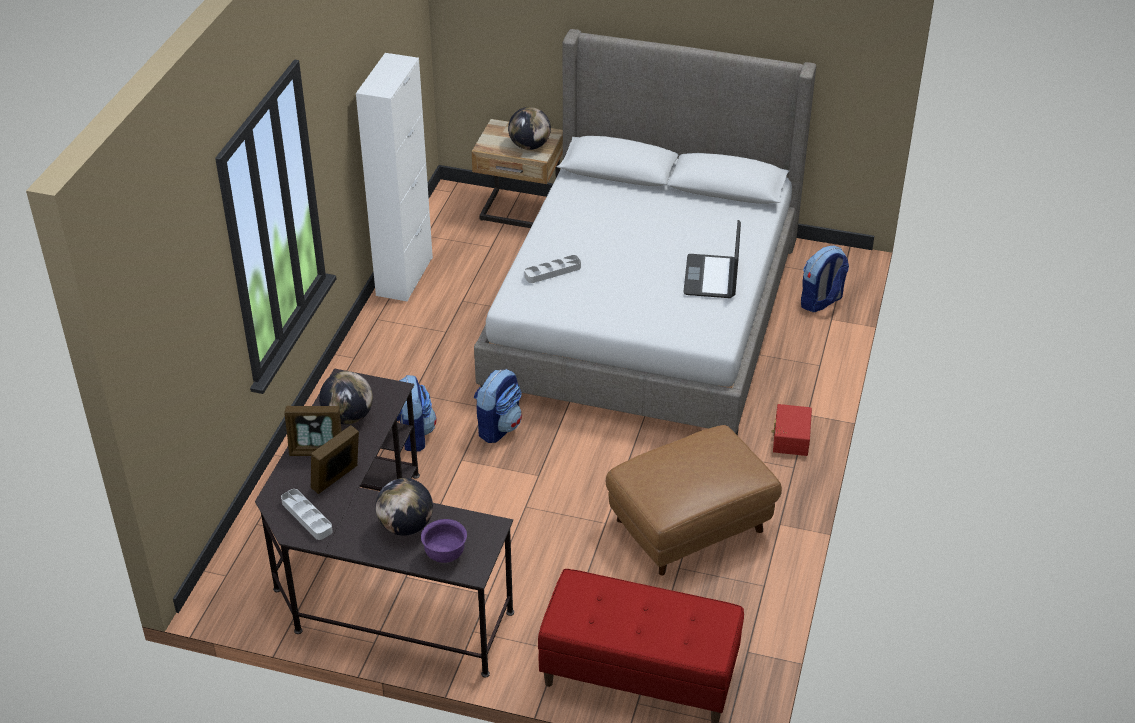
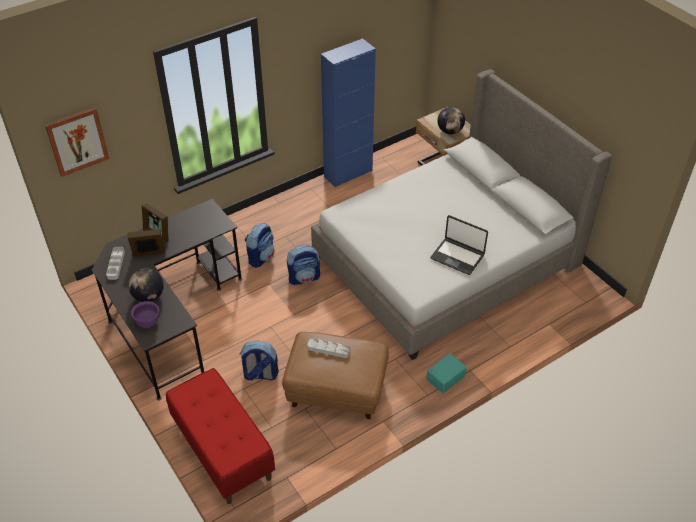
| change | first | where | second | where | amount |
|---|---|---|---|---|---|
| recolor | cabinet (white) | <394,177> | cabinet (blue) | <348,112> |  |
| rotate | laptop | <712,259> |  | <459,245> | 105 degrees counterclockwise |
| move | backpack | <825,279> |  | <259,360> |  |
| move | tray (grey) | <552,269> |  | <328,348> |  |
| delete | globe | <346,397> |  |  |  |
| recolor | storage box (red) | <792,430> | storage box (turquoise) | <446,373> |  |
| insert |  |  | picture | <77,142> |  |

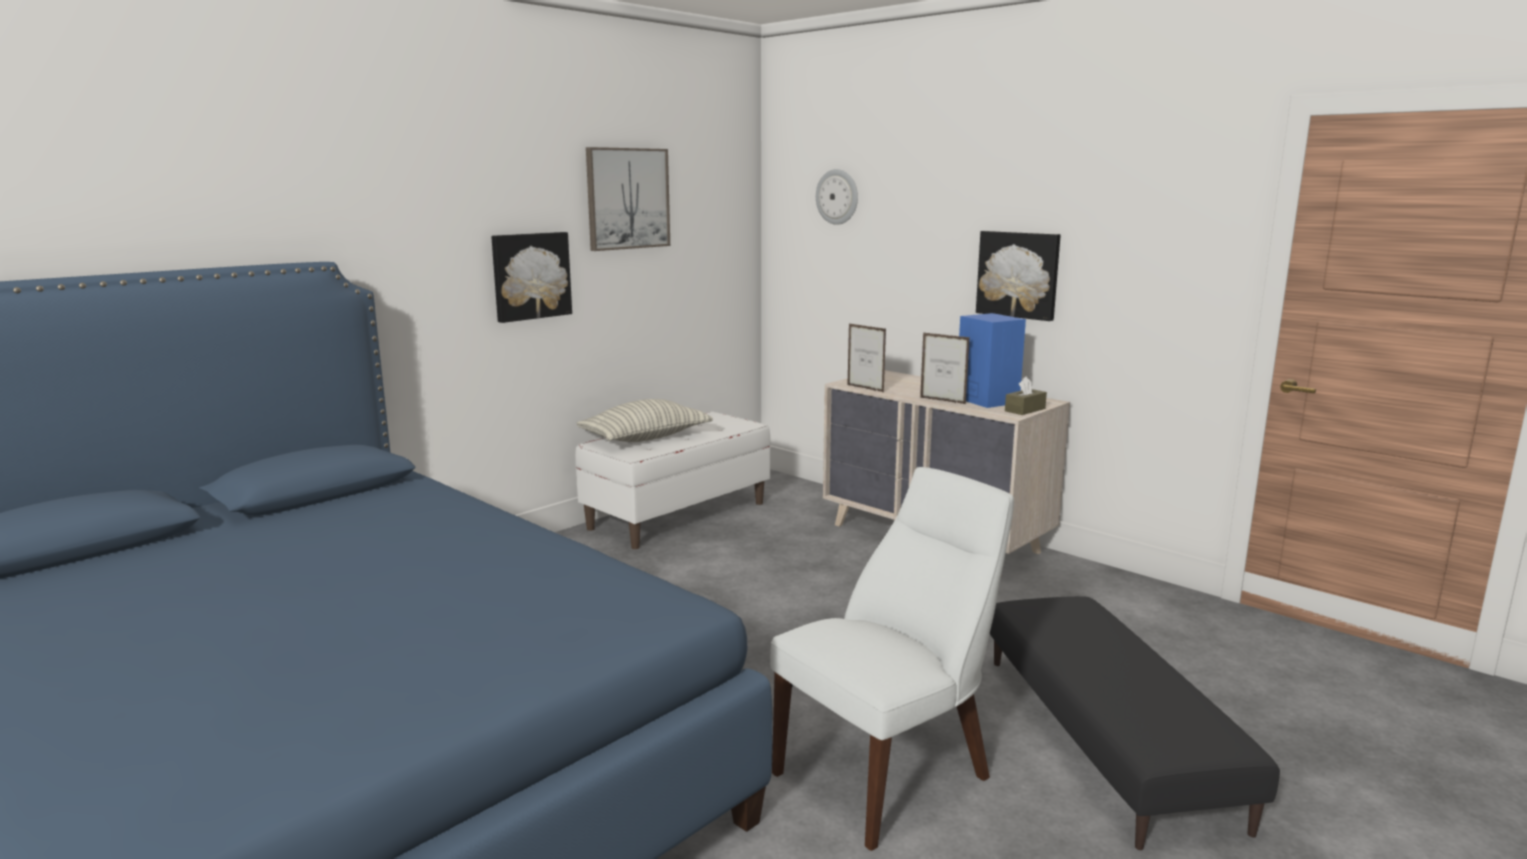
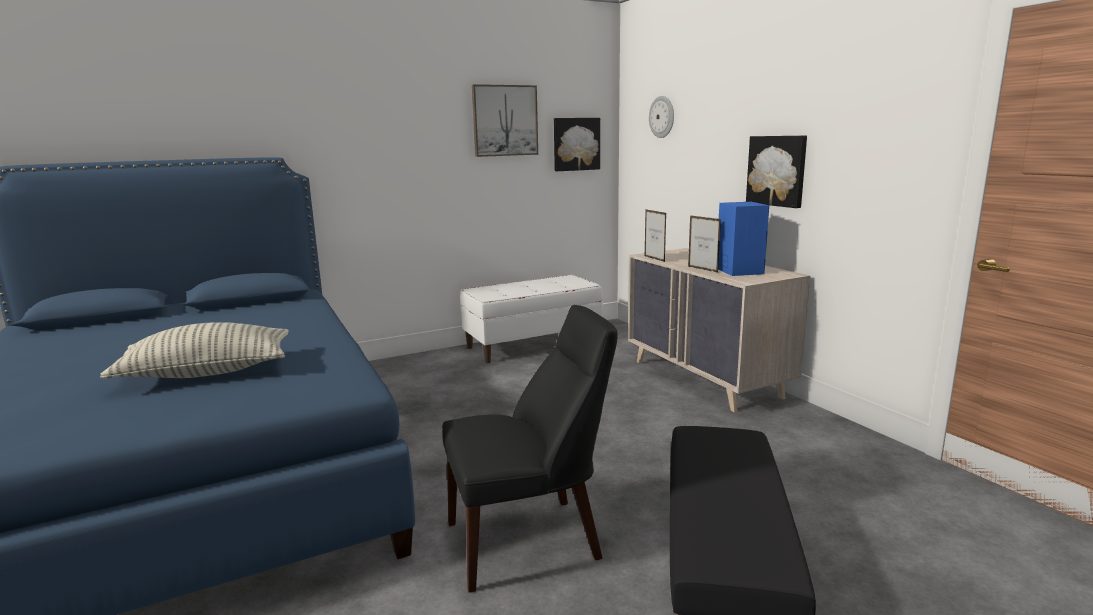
| change | first | where | second | where | amount |
|---|---|---|---|---|---|
| move | picture | <531,277> |  | <577,144> |  |
| delete | tissue box (brown) | <1026,395> |  |  |  |
| move | pillow | <644,420> |  | <194,350> |  |
| recolor | chair (white) | <892,659> | chair (black) | <530,449> |  |

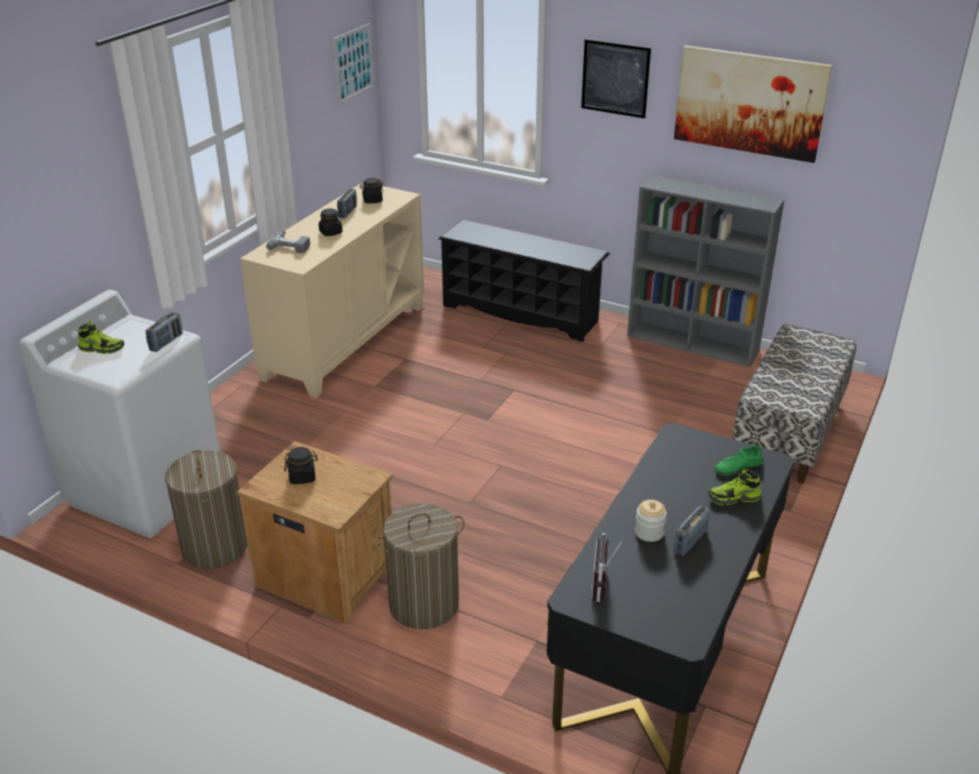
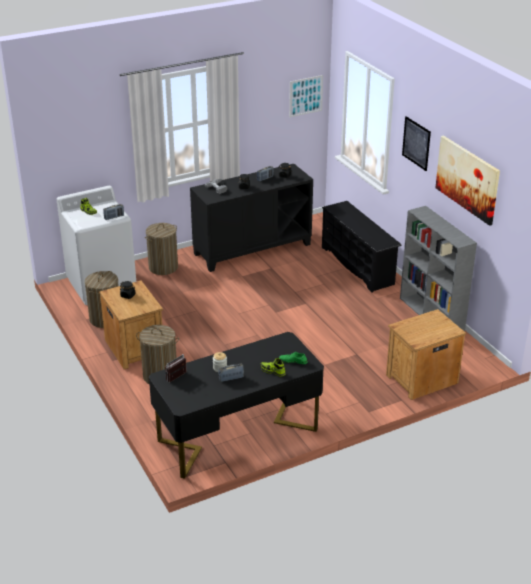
| change | first | where | second | where | amount |
|---|---|---|---|---|---|
| recolor | cabinet (beige) | <332,290> | cabinet (black) | <251,218> |  |
| replace | bench | <794,404> | nightstand (brown) | <426,354> |  |
| insert |  |  | laundry basket | <161,249> |  |

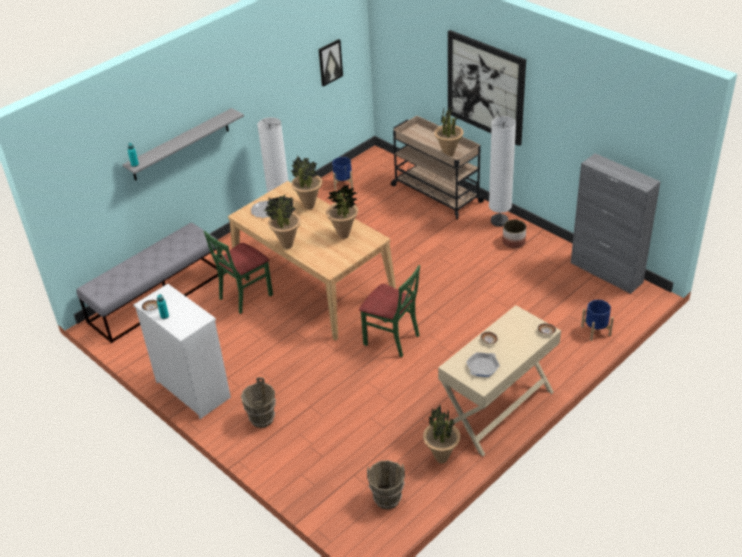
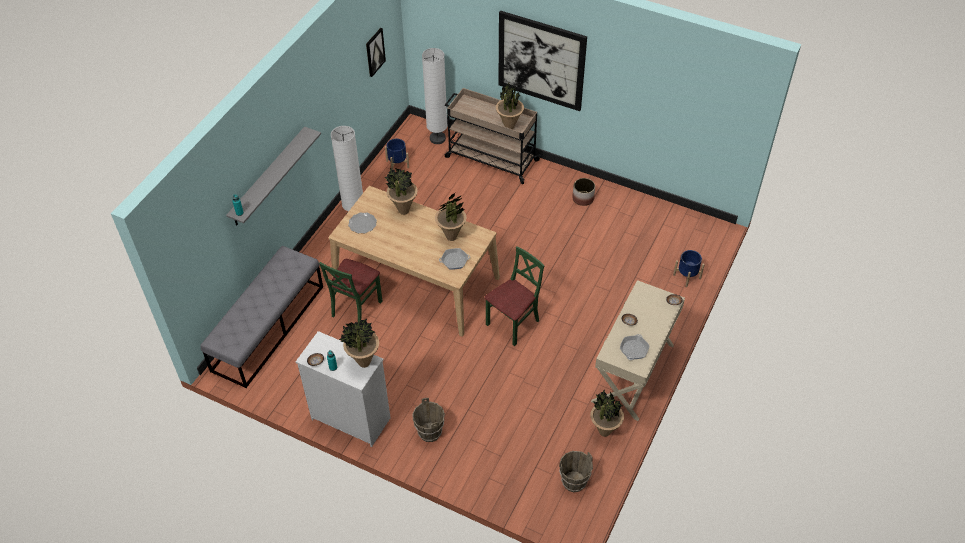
| change | first | where | second | where | amount |
|---|---|---|---|---|---|
| move | floor lamp (white) | <502,171> |  | <435,96> |  |
| delete | cabinet (grey) | <616,223> |  |  |  |
| move | potted plant | <282,222> |  | <359,343> |  |
| rotate | chair (green) | <389,311> |  | <514,296> | 60 degrees counterclockwise |
| insert |  |  | frying pan | <454,259> |  |

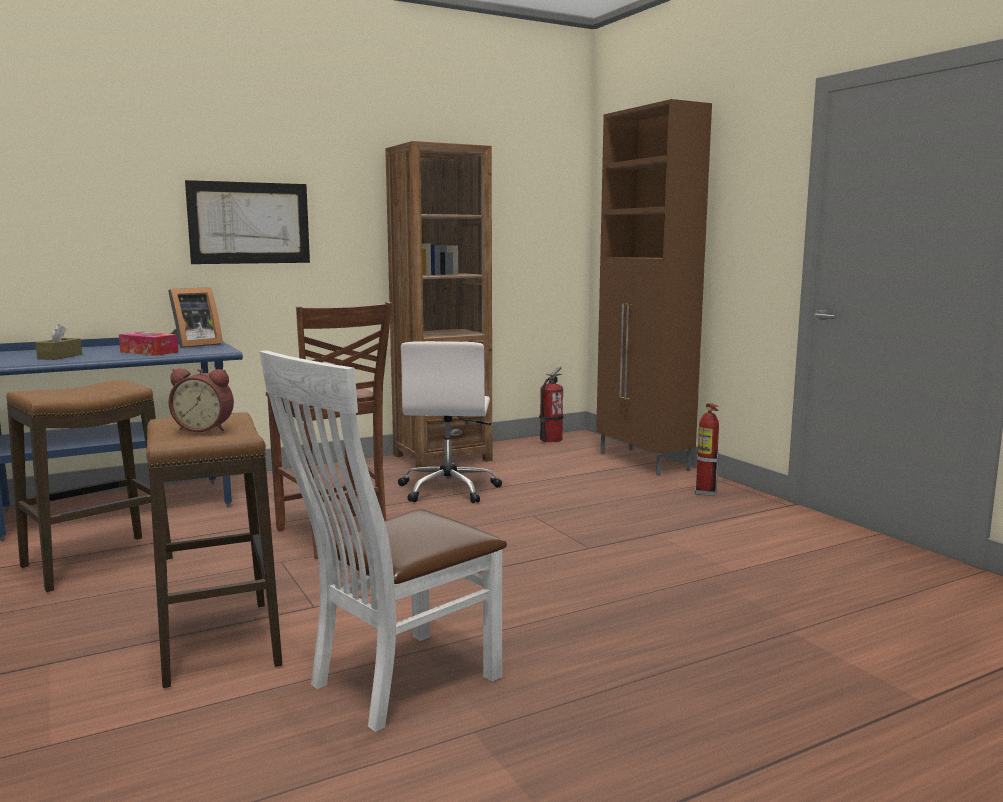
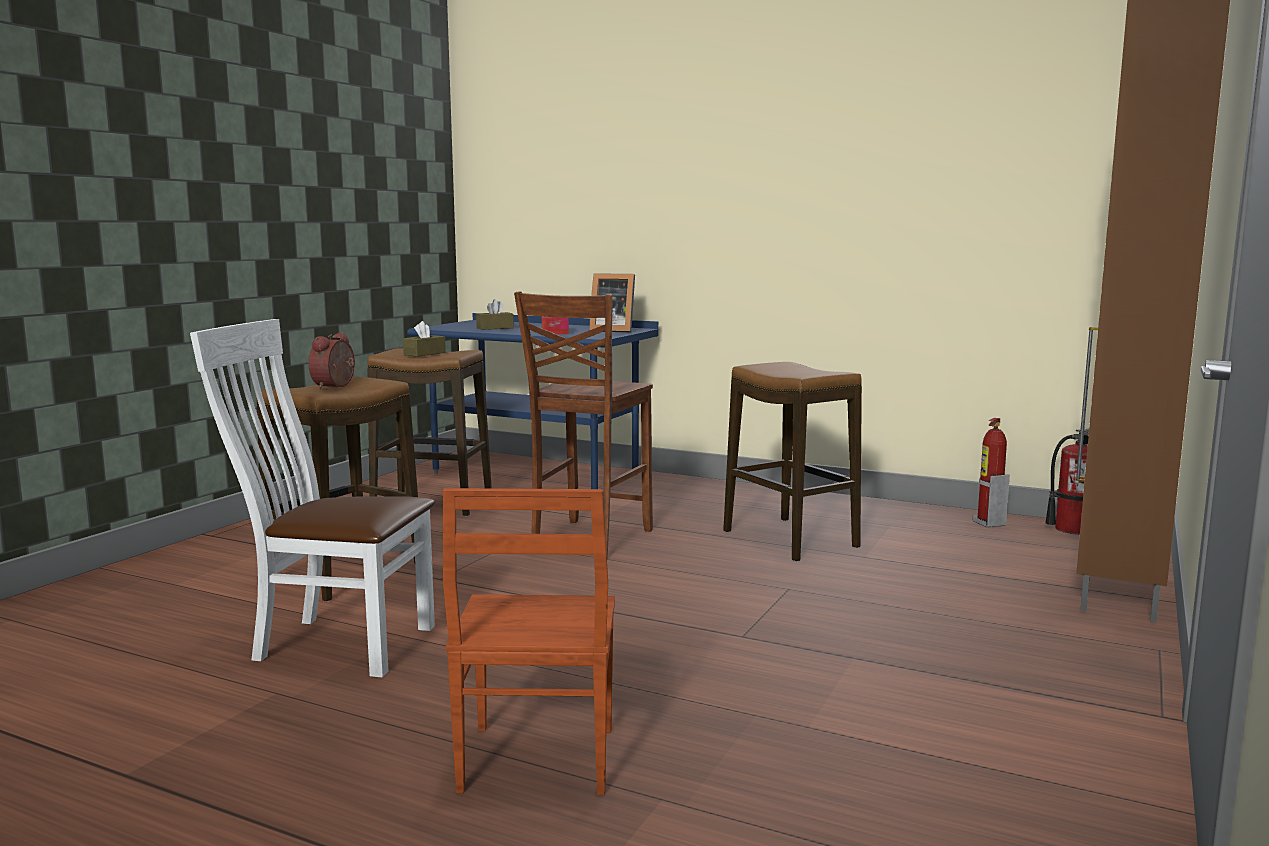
| change | first | where | second | where | amount |
|---|---|---|---|---|---|
| delete | bookcase (brown) | <438,304> |  |  |  |
| delete | picture | <247,222> |  |  |  |
| replace | office chair (white) | <450,422> | stool | <792,462> |  |
| rotate | alarm clock | <201,400> |  | <331,360> | 45 degrees clockwise |
| move | fire extinguisher | <706,449> |  | <991,473> |  |
| insert |  |  | tissue box (brown) | <424,339> |  |
| insert |  |  | chair (brown) | <529,641> |  |

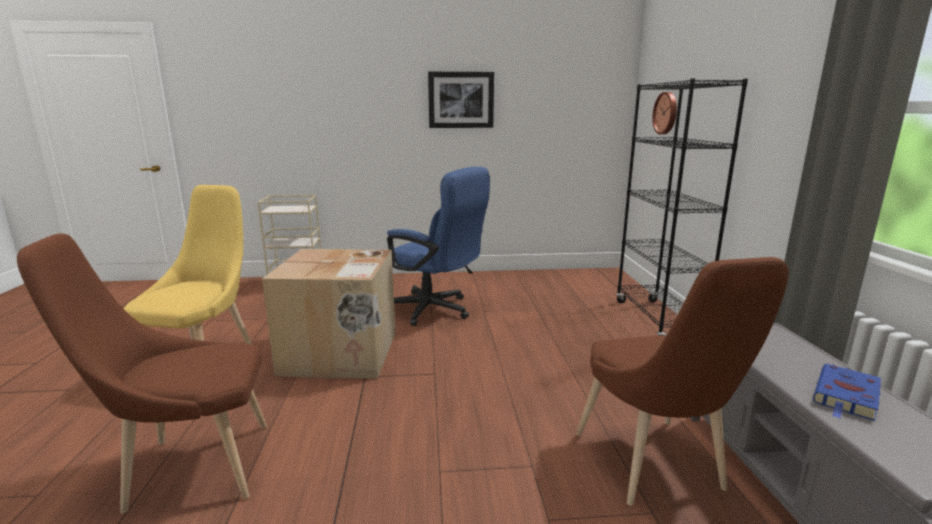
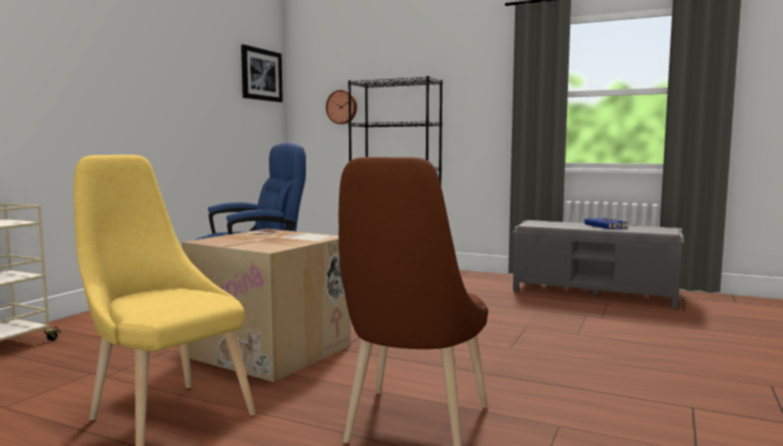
| change | first | where | second | where | amount |
|---|---|---|---|---|---|
| move | picture | <461,100> |  | <262,73> |  |
| delete | chair (brown) | <682,381> |  |  |  |

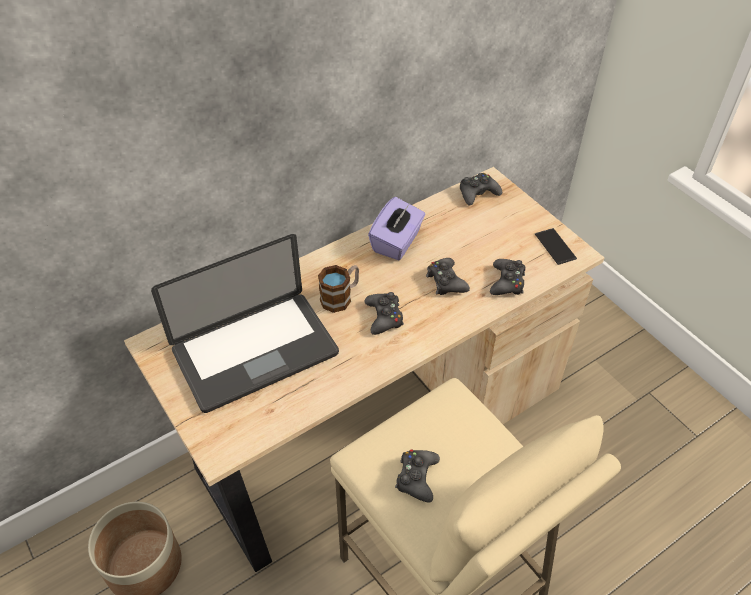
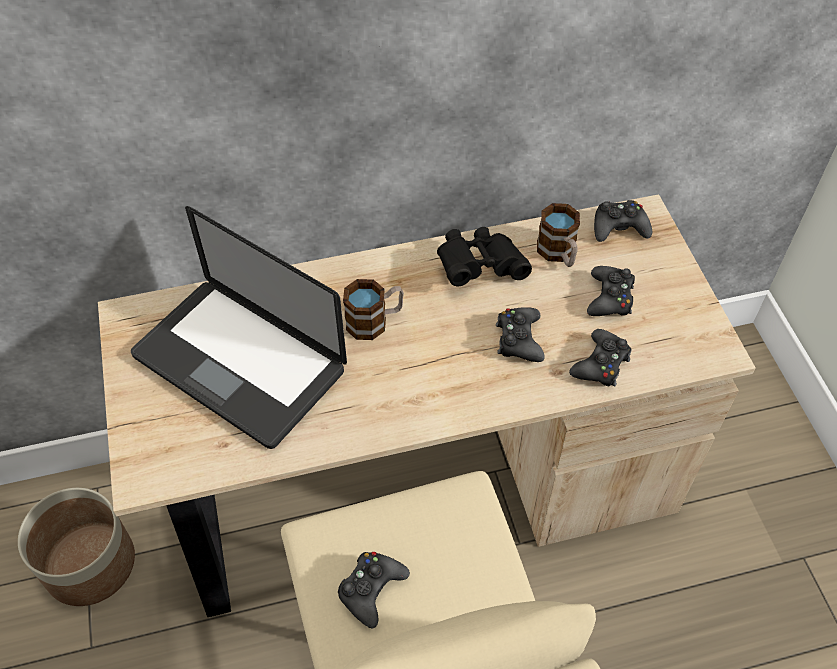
| change | first | where | second | where | amount |
|---|---|---|---|---|---|
| replace | tissue box (purple) | <396,228> | binoculars (black) | <484,256> |  |
| delete | phone | <556,246> |  |  |  |
| rotate | laptop | <245,323> |  | <239,327> | 45 degrees clockwise |
| move | game controller (black) | <384,313> |  | <611,291> |  |
| insert |  |  | mug | <558,235> |  |

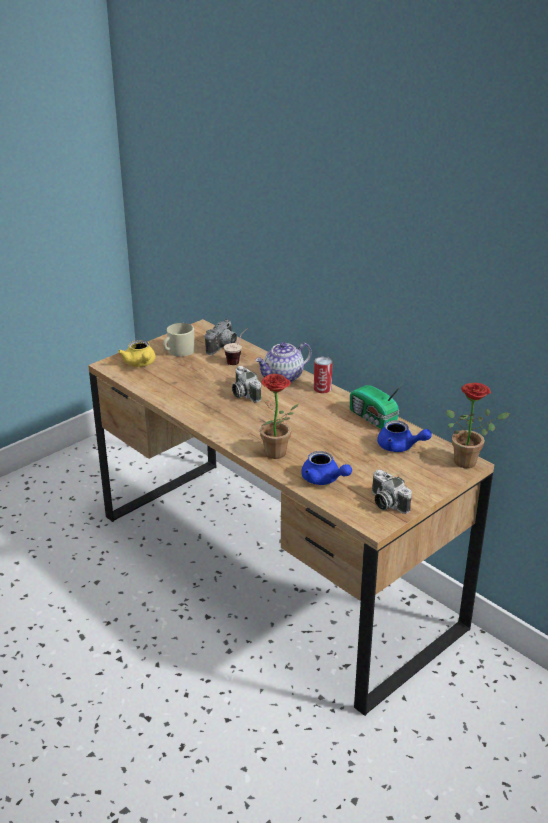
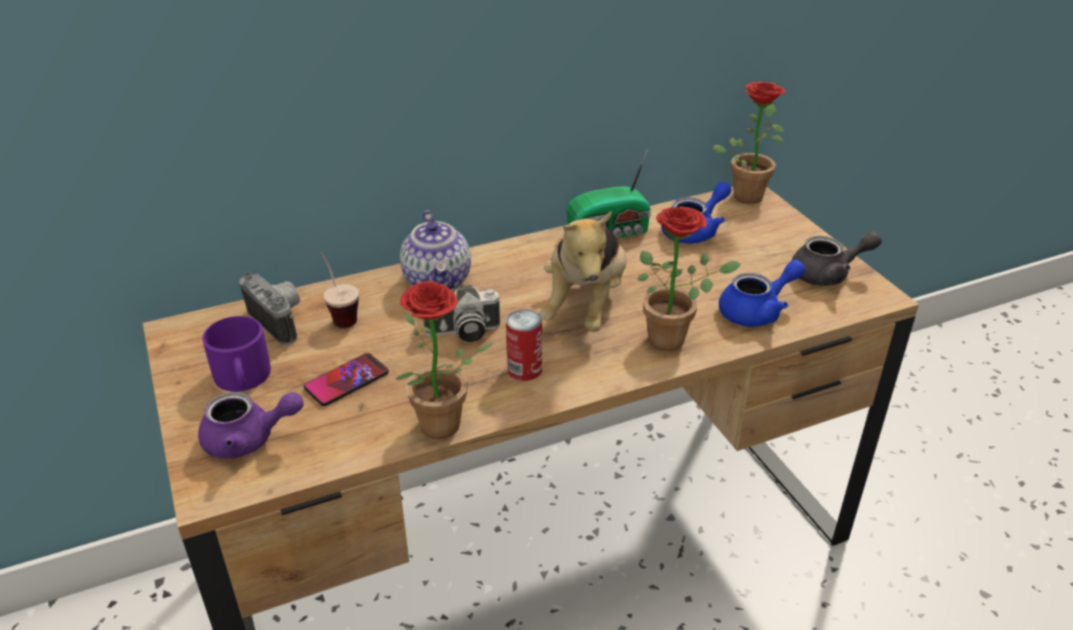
| change | first | where | second | where | amount |
|---|---|---|---|---|---|
| recolor | mug (beige) | <179,340> | mug (purple) | <236,354> |  |
| recolor | teapot (yellow) | <137,353> | teapot (purple) | <251,425> |  |
| move | can | <323,375> |  | <524,345> |  |
| replace | photo camera | <392,491> | teapot (grey) | <837,258> |  |
| insert |  |  | plush toy | <583,271> |  |
| insert |  |  | potted plant | <444,360> |  |
| insert |  |  | phone | <346,379> |  |

